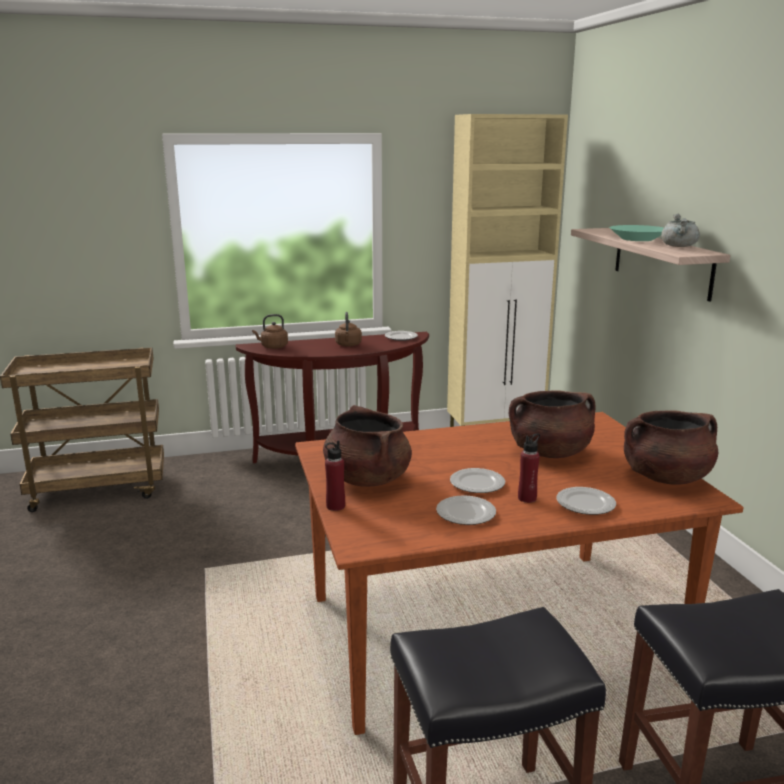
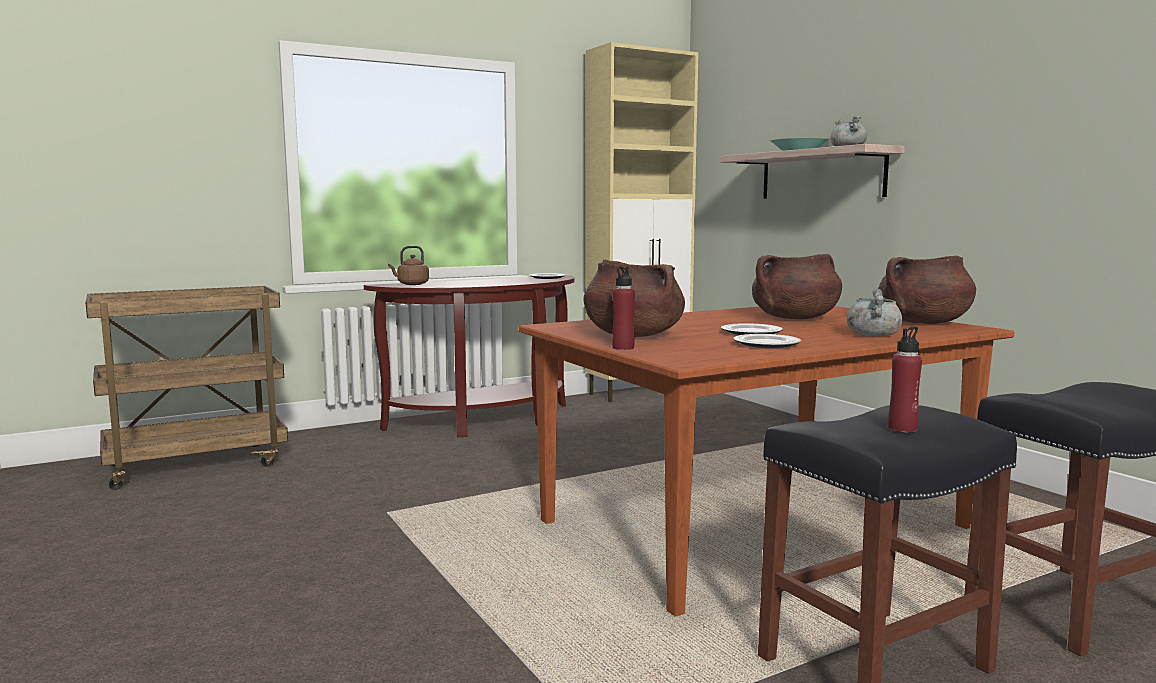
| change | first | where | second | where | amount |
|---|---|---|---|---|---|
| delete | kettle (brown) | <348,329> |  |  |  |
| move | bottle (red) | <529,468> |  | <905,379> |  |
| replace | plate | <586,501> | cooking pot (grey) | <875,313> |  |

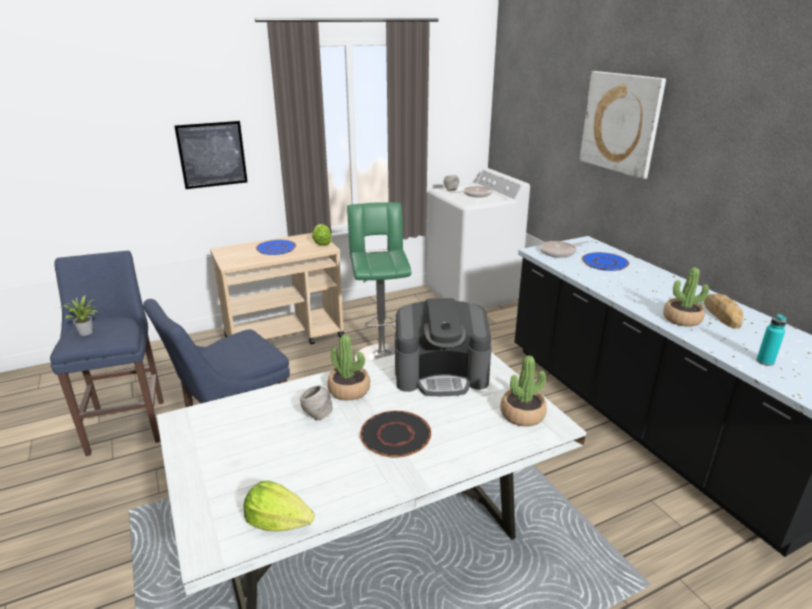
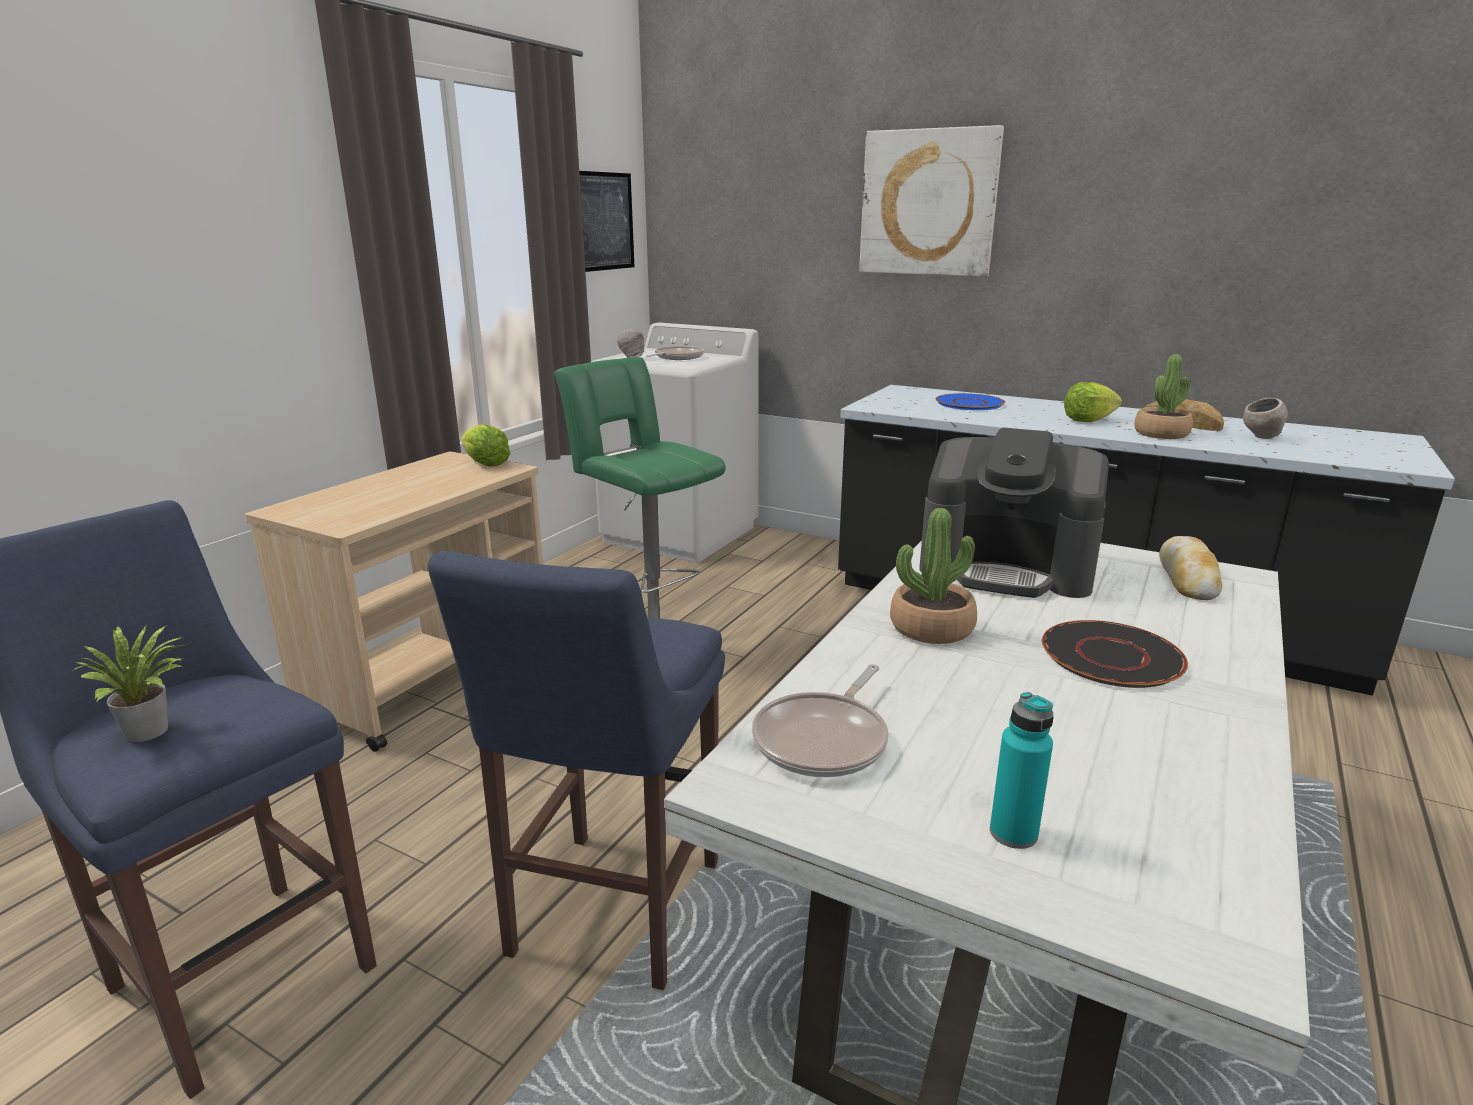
| change | first | where | second | where | amount |
|---|---|---|---|---|---|
| move | picture | <211,155> |  | <606,221> |  |
| delete | plate (blue) | <276,247> |  |  |  |
| move | frying pan | <564,249> |  | <820,720> |  |
| rotate | coffee machine | <443,347> |  | <1014,513> | 60 degrees clockwise |
| move | bottle (turquoise) | <771,340> |  | <1022,770> |  |
| replace | potted plant | <523,390> | bread | <1190,568> |  |
| move | bowl (grey) | <316,403> |  | <1265,418> |  |
| move | lettuce | <279,506> |  | <1093,402> |  |

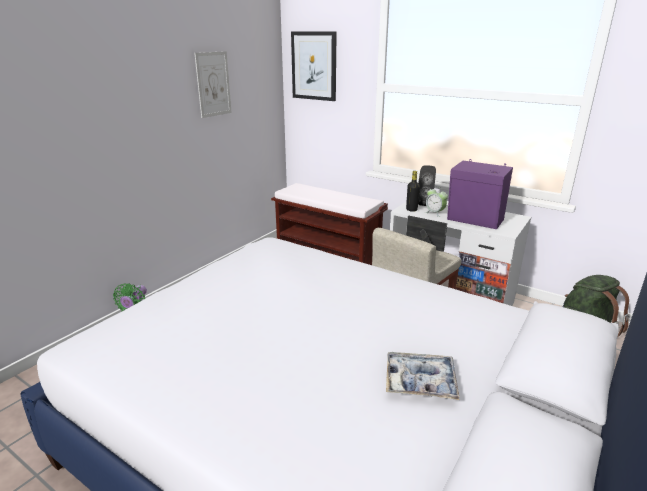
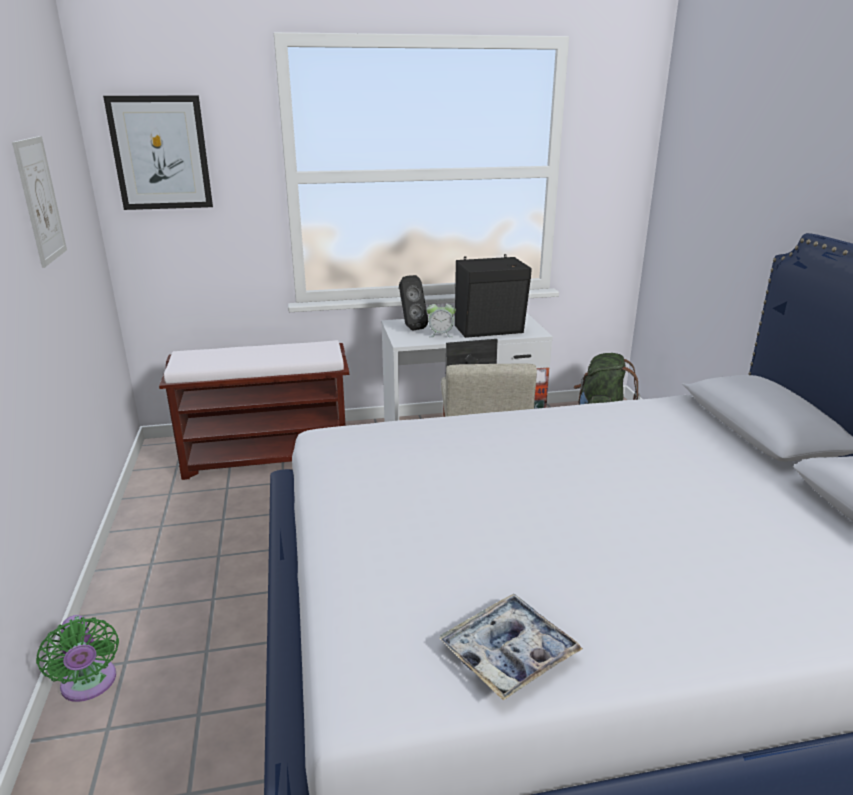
| change | first | where | second | where | amount |
|---|---|---|---|---|---|
| recolor | speaker (purple) | <480,194> | speaker (black) | <493,296> |  |
| delete | bottle (black) | <413,191> |  |  |  |
| move | tray | <423,376> |  | <511,647> |  |

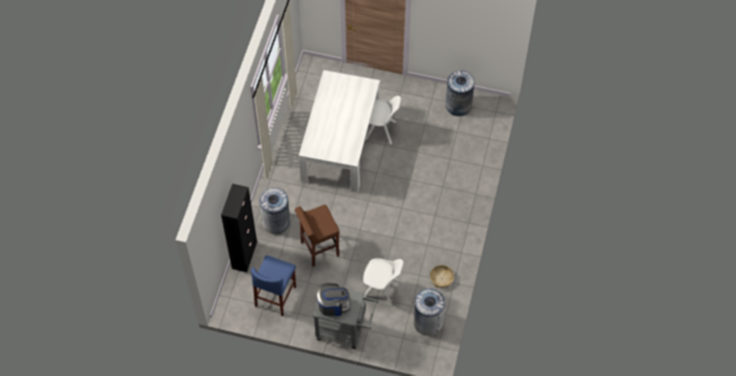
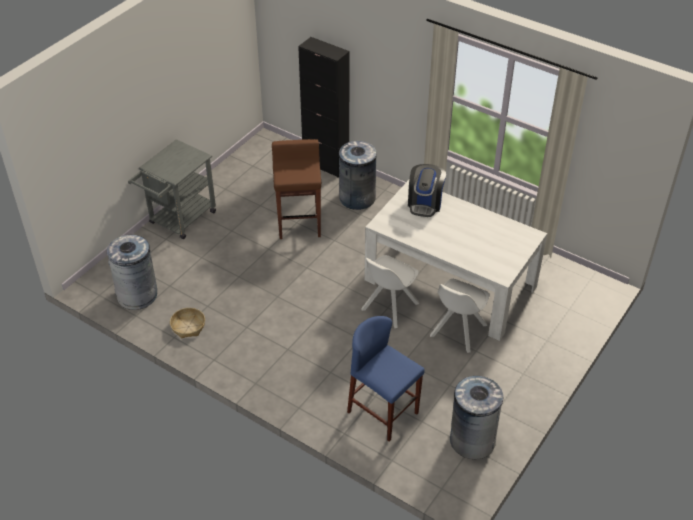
| change | first | where | second | where | amount |
|---|---|---|---|---|---|
| move | stool (blue) | <273,285> |  | <386,379> |  |
| move | chair (white) | <383,282> |  | <390,291> |  |
| move | coffee machine | <333,299> |  | <427,190> |  |

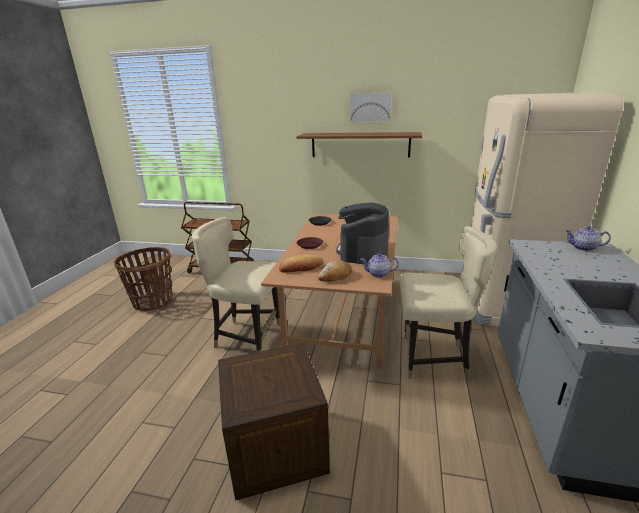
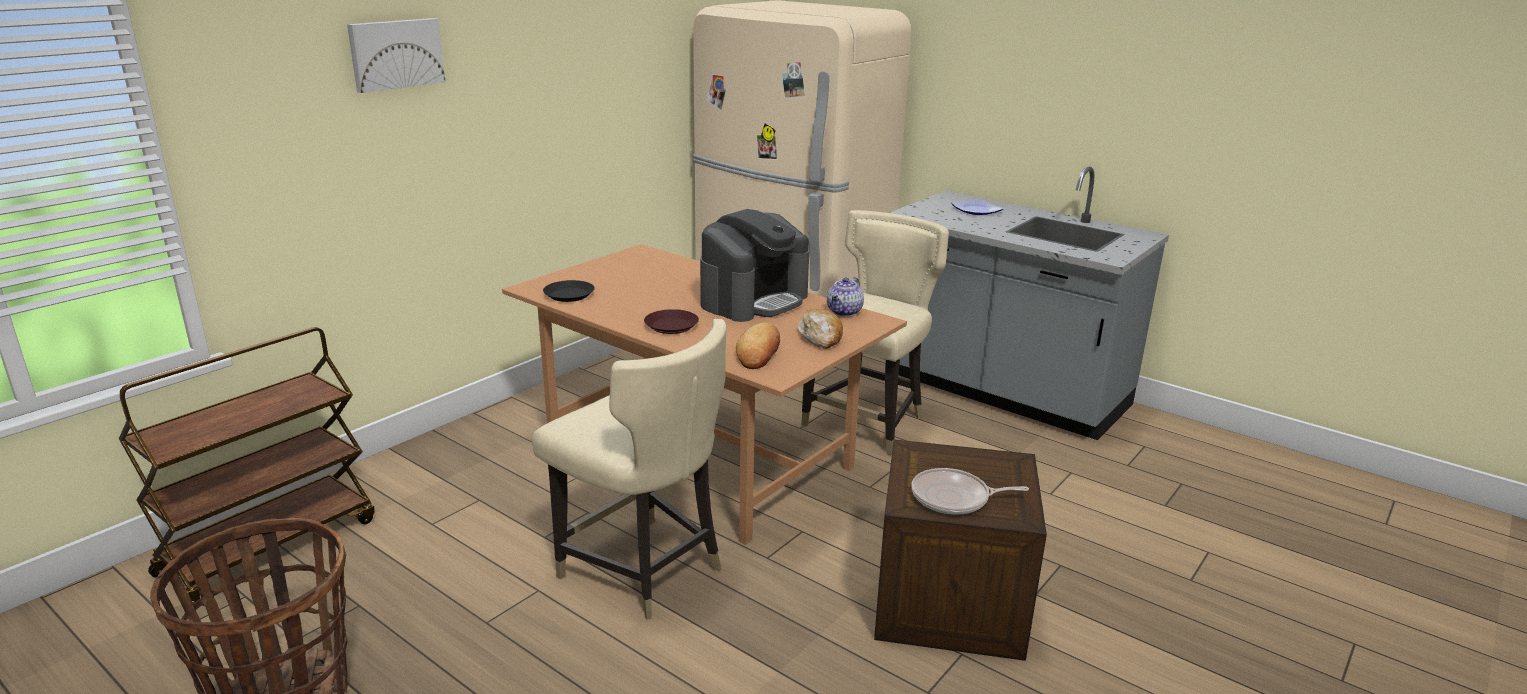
| change | first | where | second | where | amount |
|---|---|---|---|---|---|
| move | picture | <370,107> |  | <396,55> |  |
| delete | shelf (brown) | <359,145> |  |  |  |
| rotate | coffee machine | <362,233> |  | <754,265> | 90 degrees counterclockwise |
| rotate | chair (beige) | <236,284> |  | <629,469> | 90 degrees counterclockwise |
| delete | teapot | <588,238> |  |  |  |
| insert |  |  | plate | <977,207> |  |
| insert |  |  | frying pan | <970,491> |  |

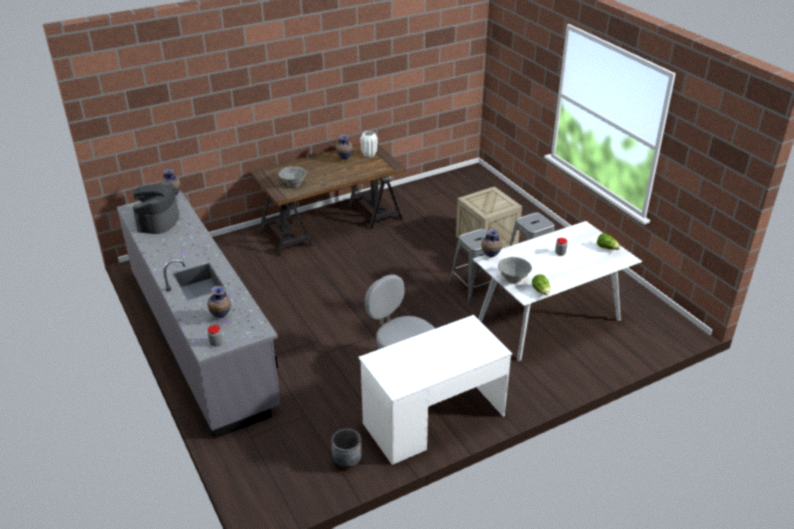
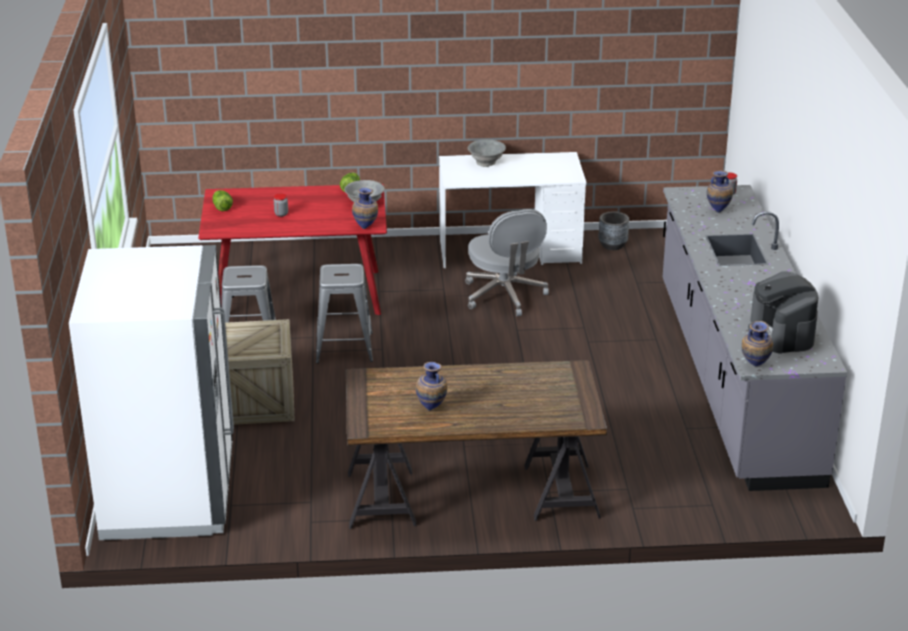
| change | first | where | second | where | amount |
|---|---|---|---|---|---|
| delete | vase (white) | <369,144> |  |  |  |
| move | bowl (grey) | <292,176> |  | <487,153> |  |
| rotate | coffee machine | <156,207> |  | <783,312> | 135 degrees clockwise |
| recolor | dining table (white) | <557,291> | dining table (red) | <292,249> |  |
| insert |  |  | fridge (white) | <151,392> |  |

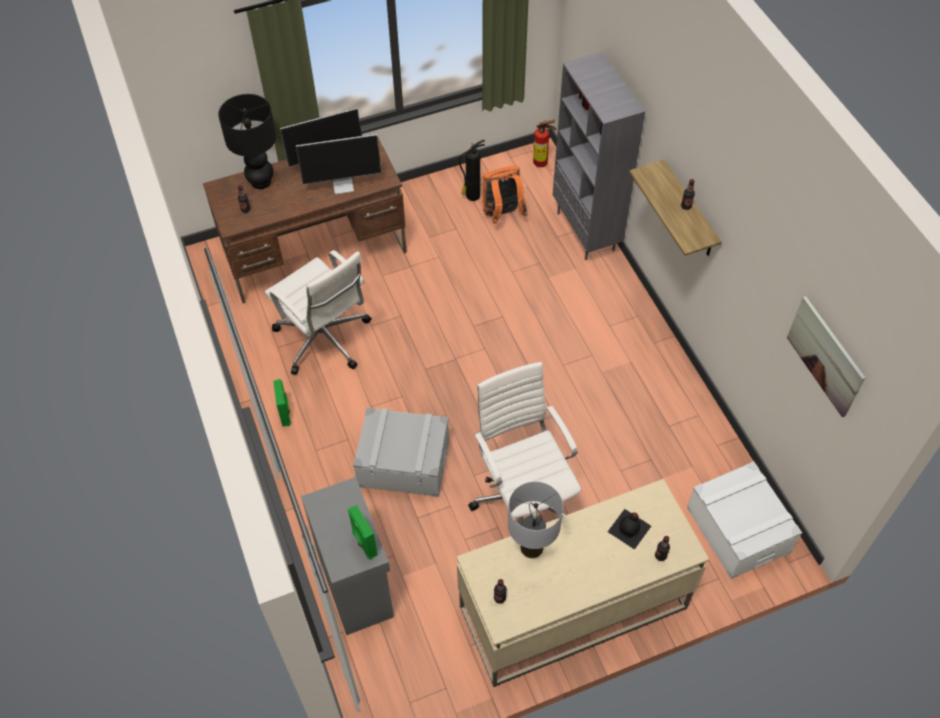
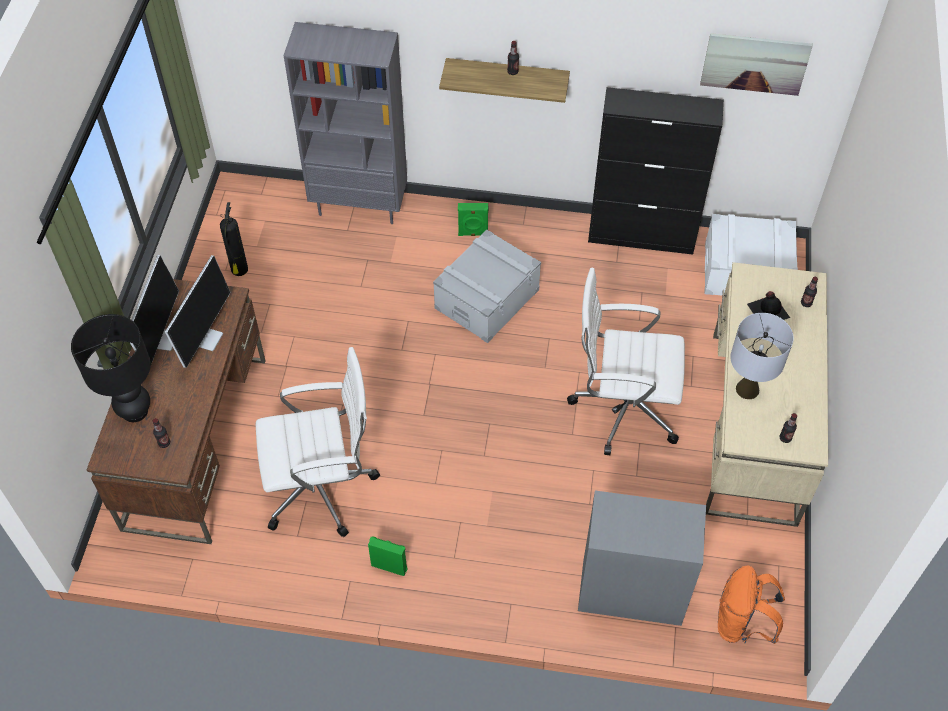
| change | first | where | second | where | amount |
|---|---|---|---|---|---|
| delete | fire extinguisher | <544,143> |  |  |  |
| move | backpack (orange) | <505,194> |  | <751,604> |  |
| move | storage box (grey) | <401,452> |  | <487,286> |  |
| move | speaker (green) | <363,532> |  | <473,219> |  |
| insert |  |  | cabinet (black) | <656,171> |  |

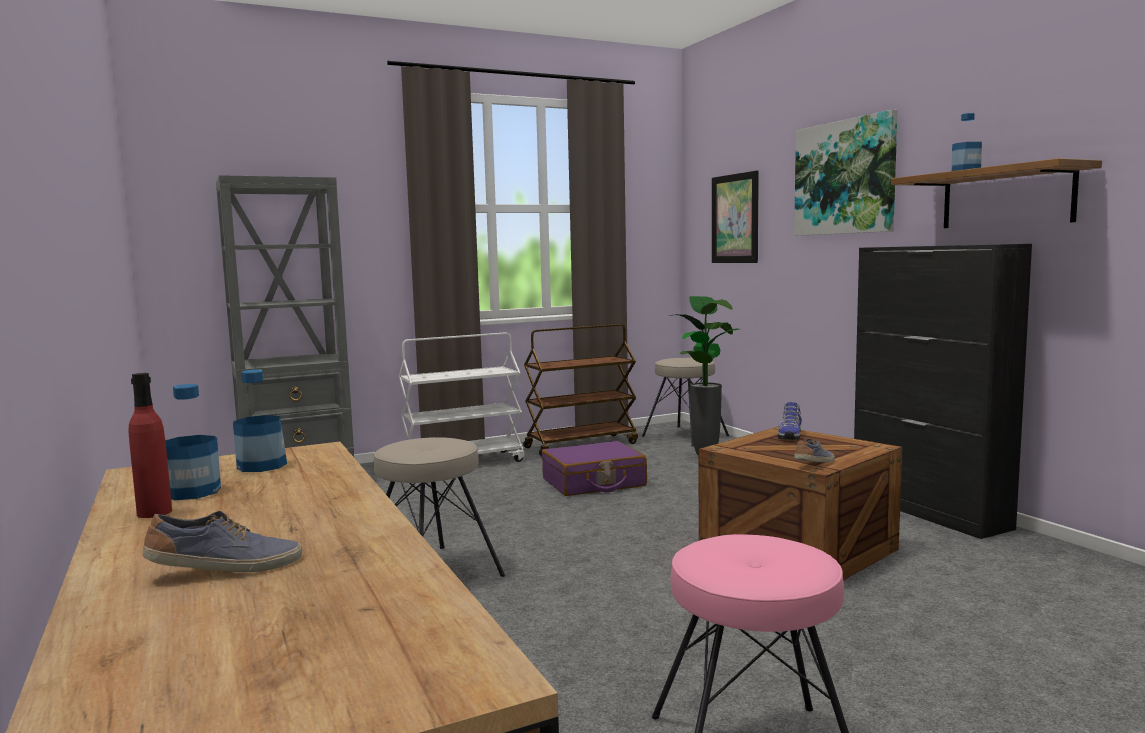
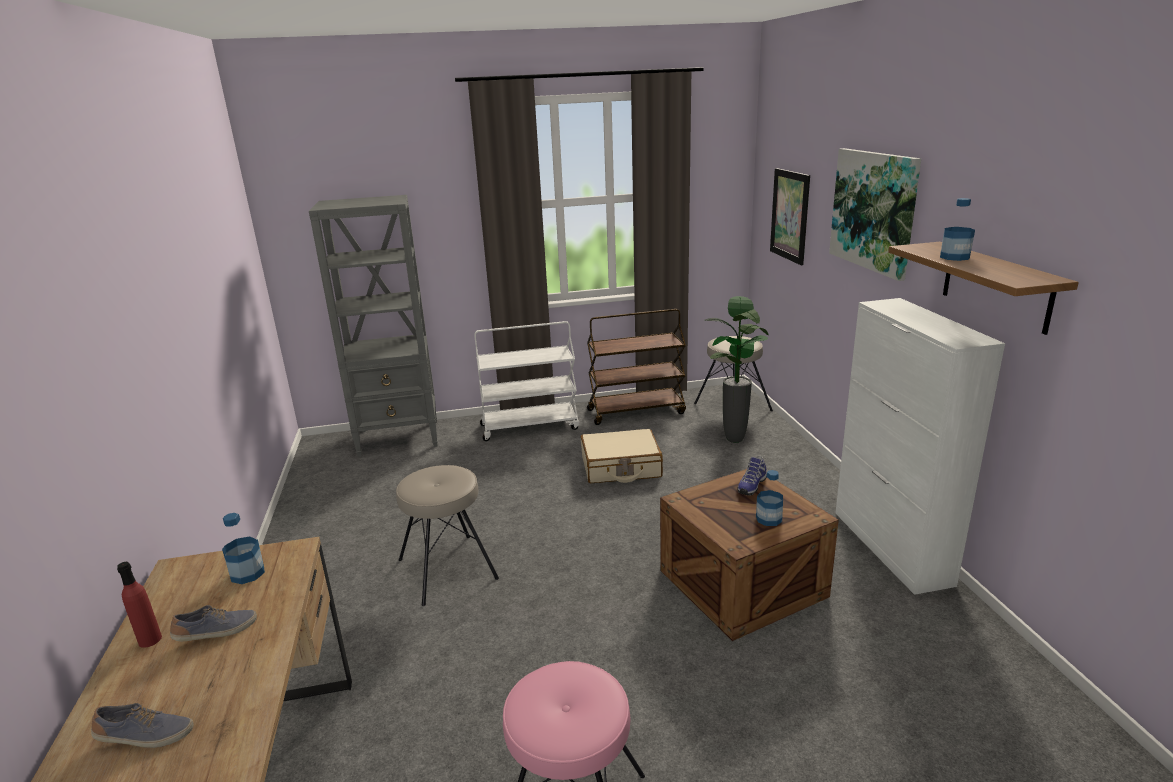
| change | first | where | second | where | amount |
|---|---|---|---|---|---|
| recolor | cabinet (black) | <943,391> | cabinet (white) | <920,446> |  |
| move | bottle | <193,442> |  | <769,498> |  |
| move | shoe | <814,451> |  | <213,623> |  |
| recolor | suitcase (purple) | <594,468> | suitcase (beige) | <622,456> |  |

